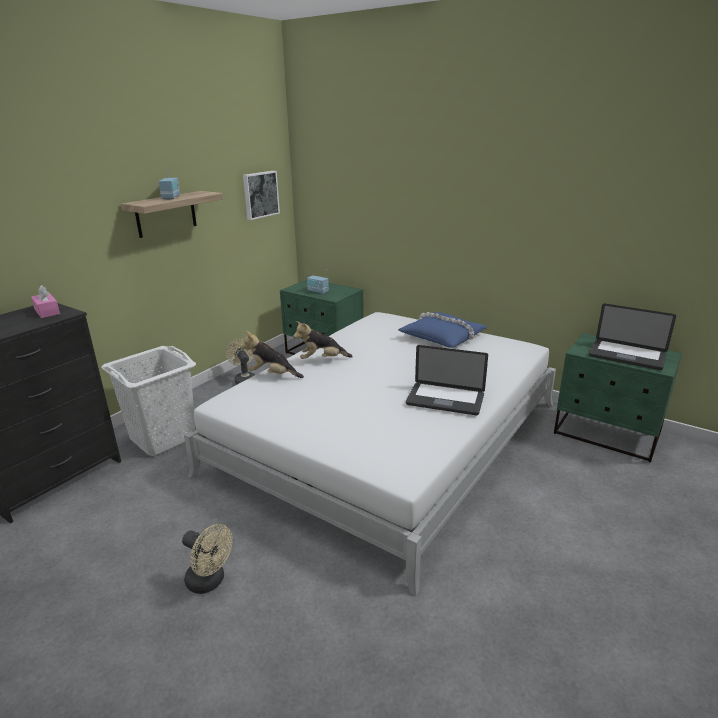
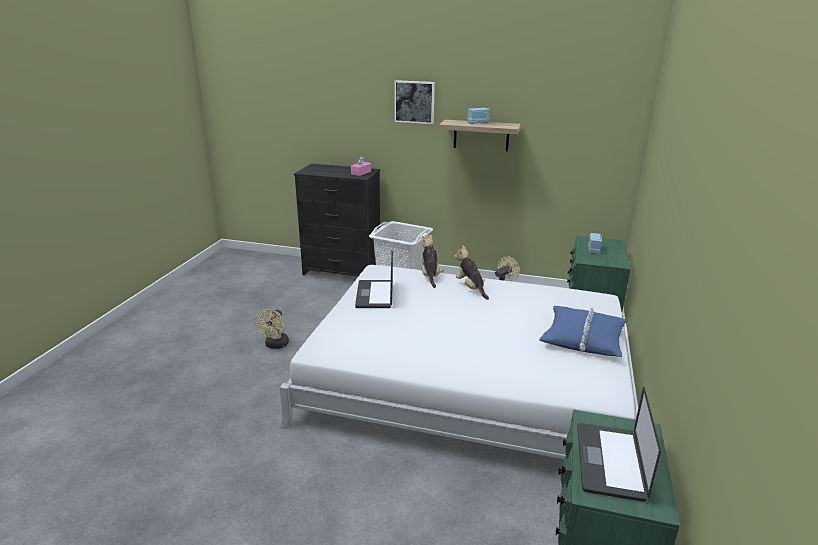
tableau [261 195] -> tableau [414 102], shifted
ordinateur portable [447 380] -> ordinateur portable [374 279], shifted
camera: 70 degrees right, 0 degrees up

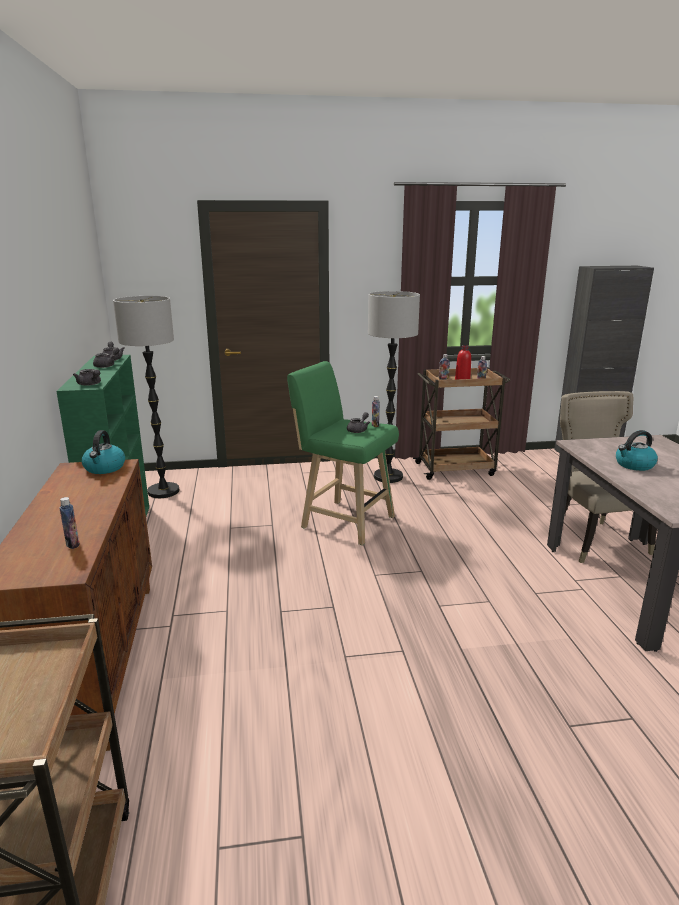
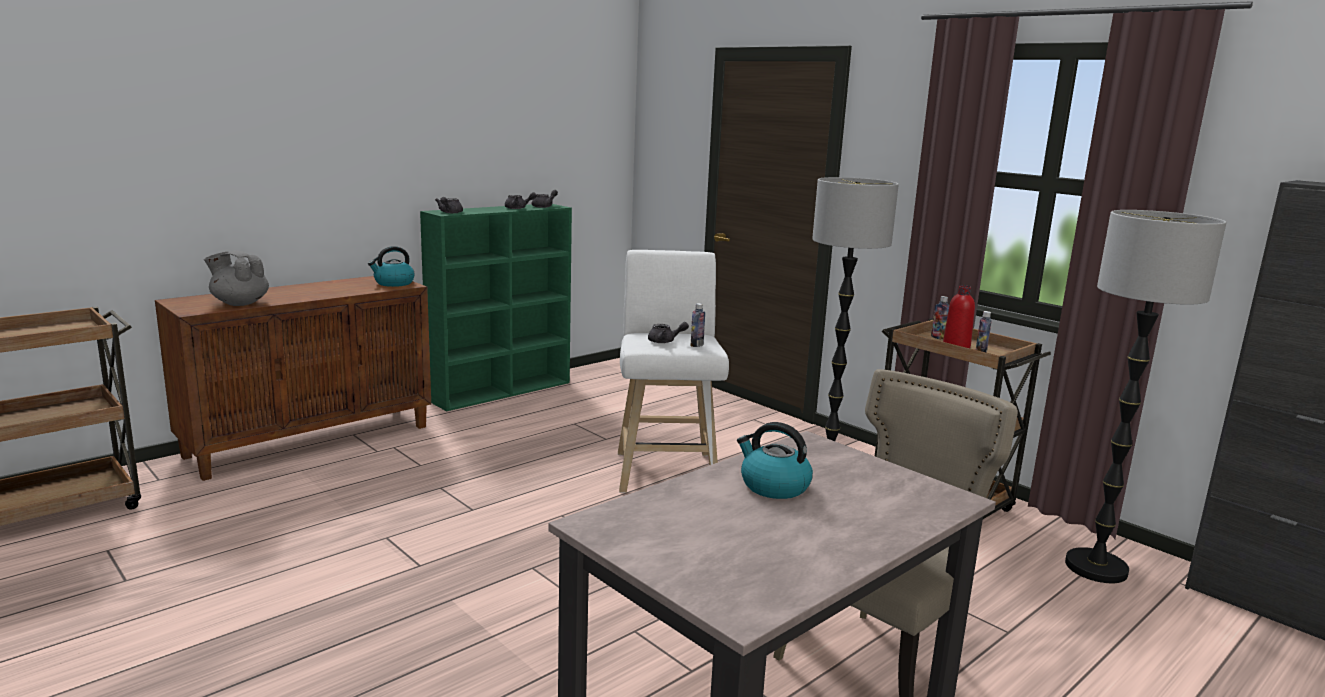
bouteille [69 523] -> théière [gris] [236 278]
lampadaire [146 397] -> lampadaire [1146 396], shifted
tabouret [vert] [343 453] -> tabouret [blanc] [673 371]
camera: 55 degrees right, 5 degrees down

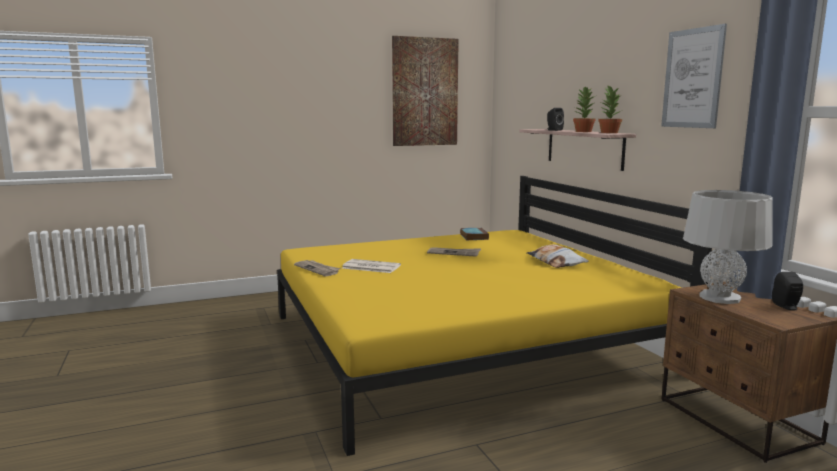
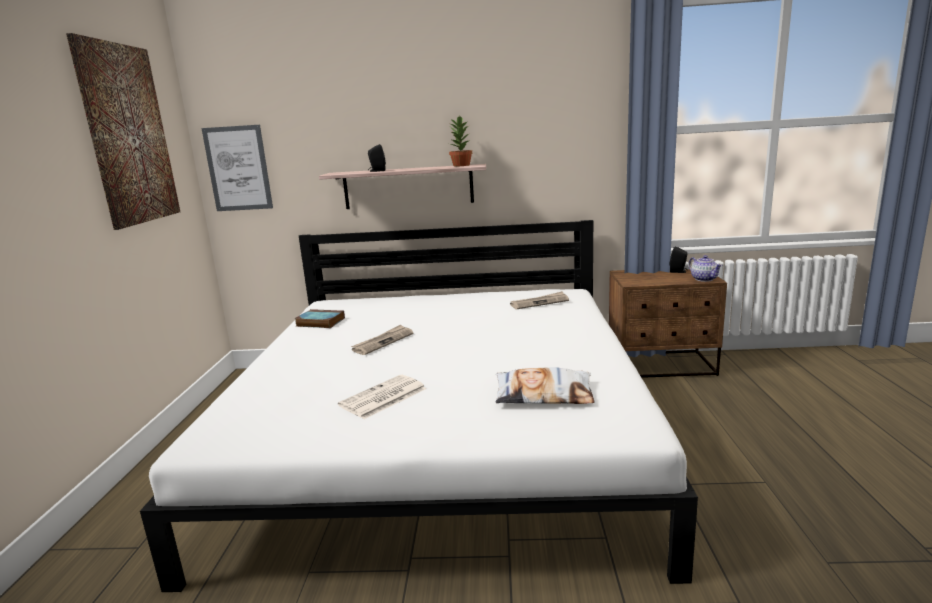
lit [jaune] [494 316] -> lit [blanc] [419 406]
journal [317 268] -> journal [539 300], shifted
coussin [558 256] -> coussin [545 385], shifted
plante en pot [584 109] -> none
tableau [694 76] -> tableau [237 168], shifted
lampe de table [gris] [728 247] -> none
none -> théière [705 268]
camera: 65 degrees left, 5 degrees up

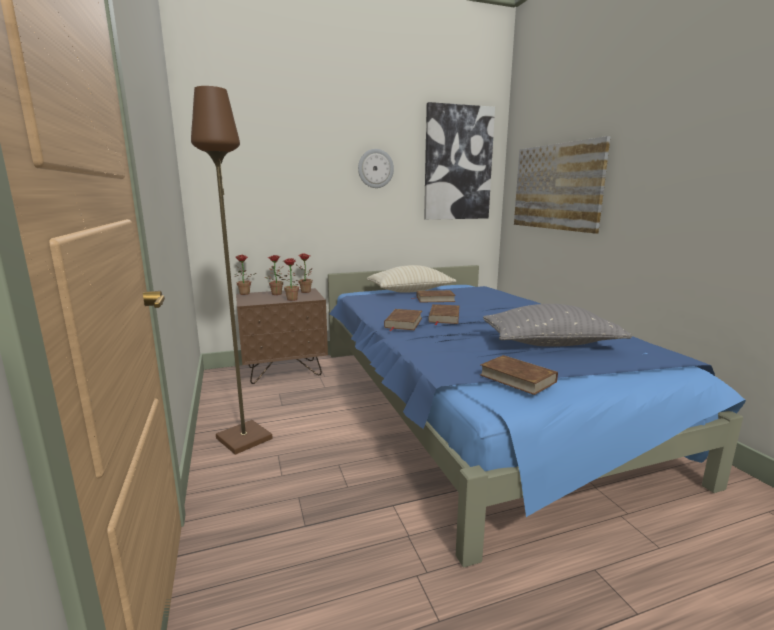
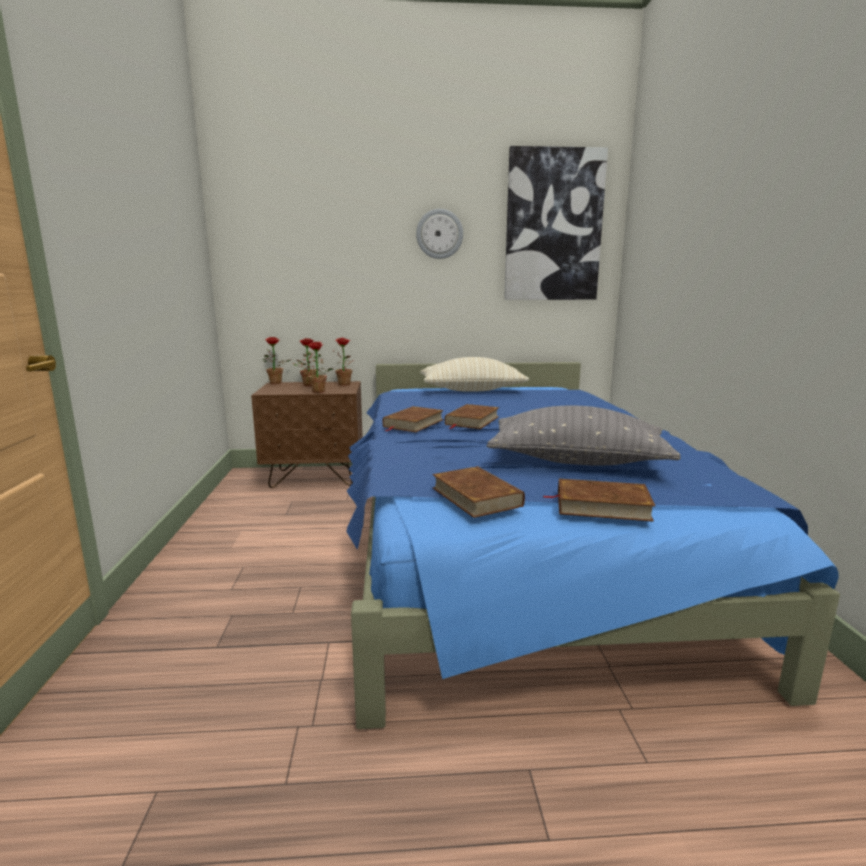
lampadaire [marron] [232 270] -> none
livre [marron] [433 296] -> livre [marron] [599 500], shifted
tableau [562 185] -> none
camera: 15 degrees right, 0 degrees up

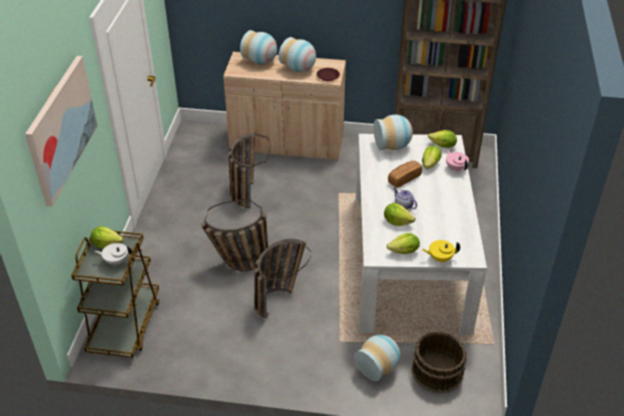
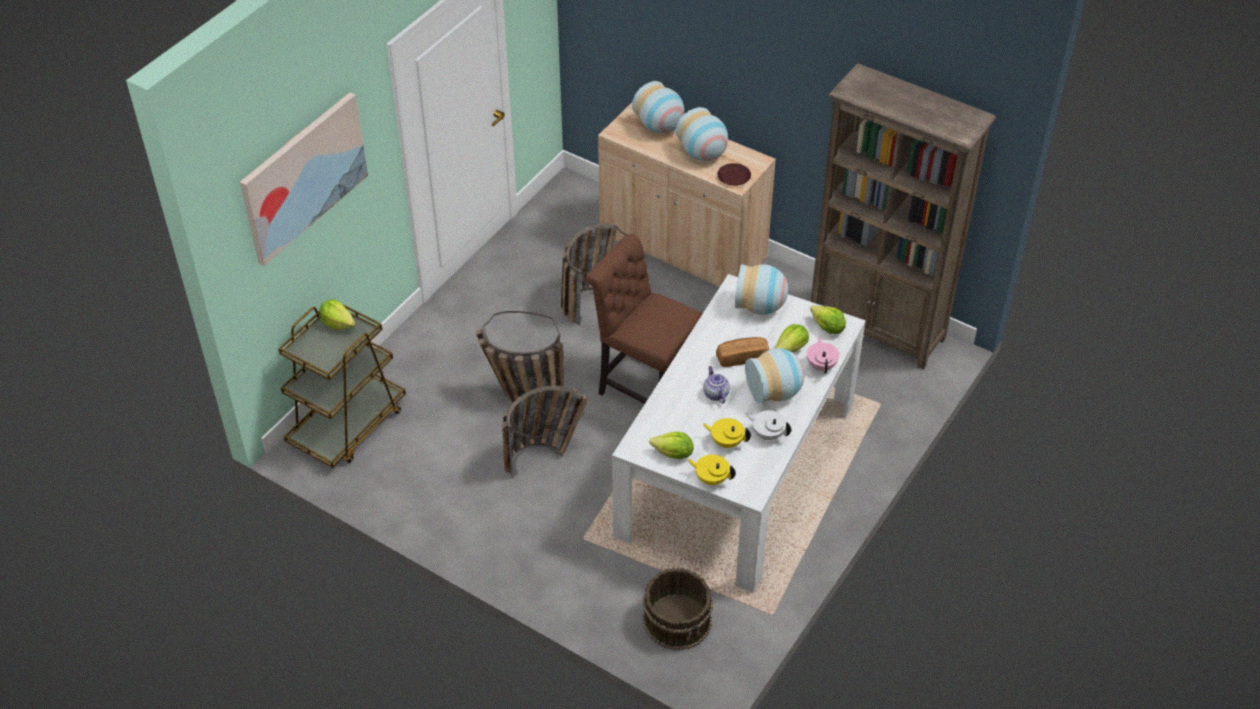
théière [blanc] [114 254] -> théière [blanc] [768 425], shifted
vase [377 358] -> vase [775 376], shifted
laitue [399 214] -> none
none -> chaise [marron] [644 319]
none -> théière [jaune] [727 433]
camera: 25 degrees right, 5 degrees up

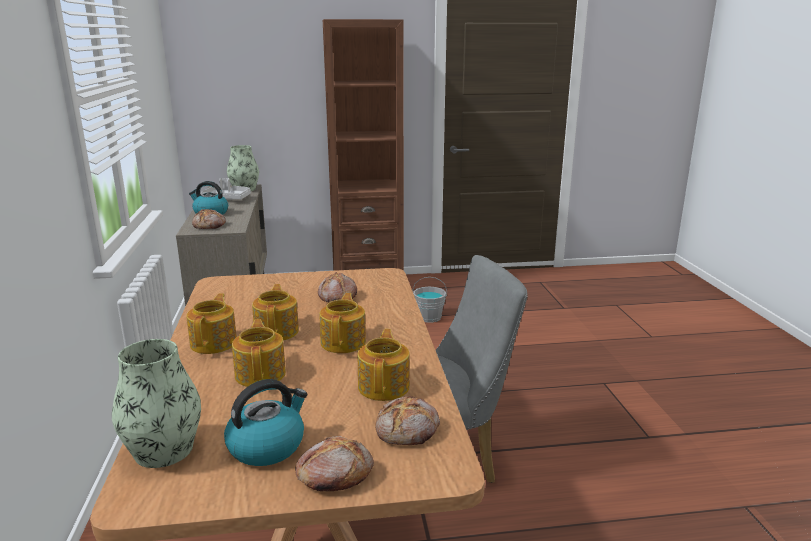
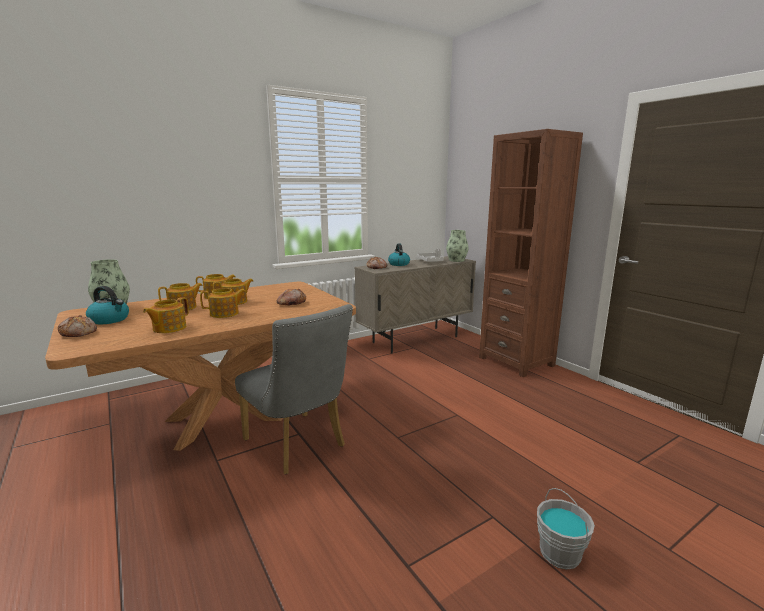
théière [384 365] -> théière [166 315], 135 degrees clockwise
pain [407 420] -> none
seau [gris] [429 300] -> seau [gris] [566 528], shifted
camera: 65 degrees right, 5 degrees down

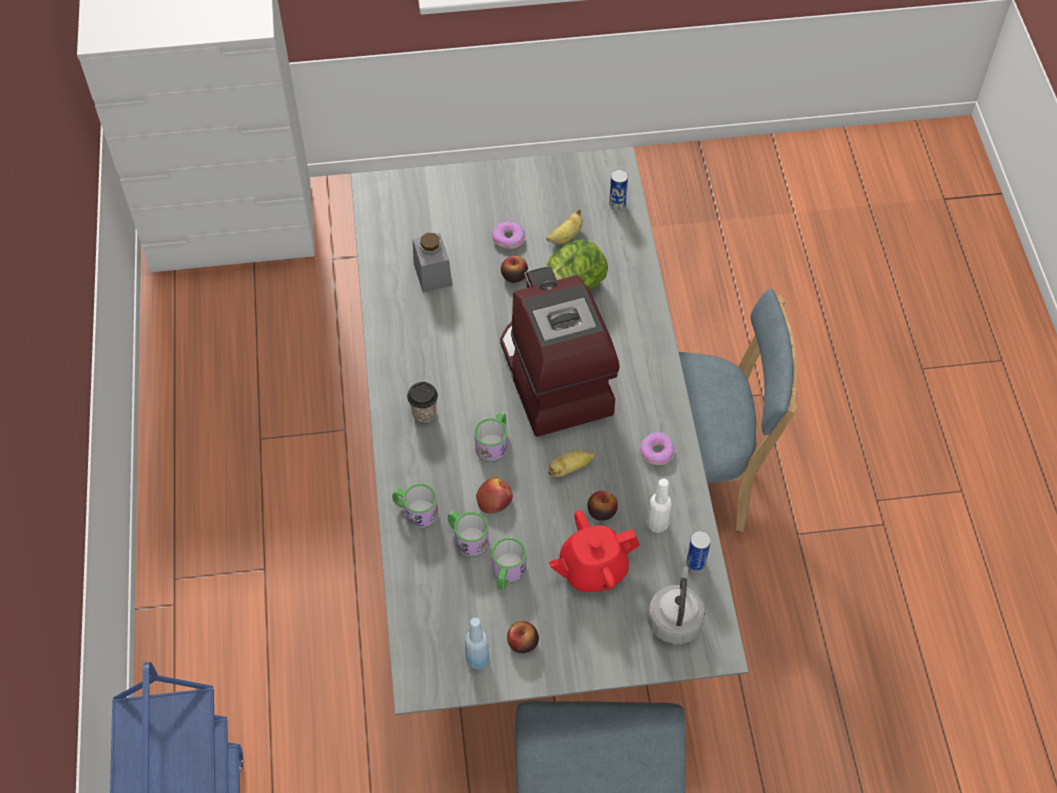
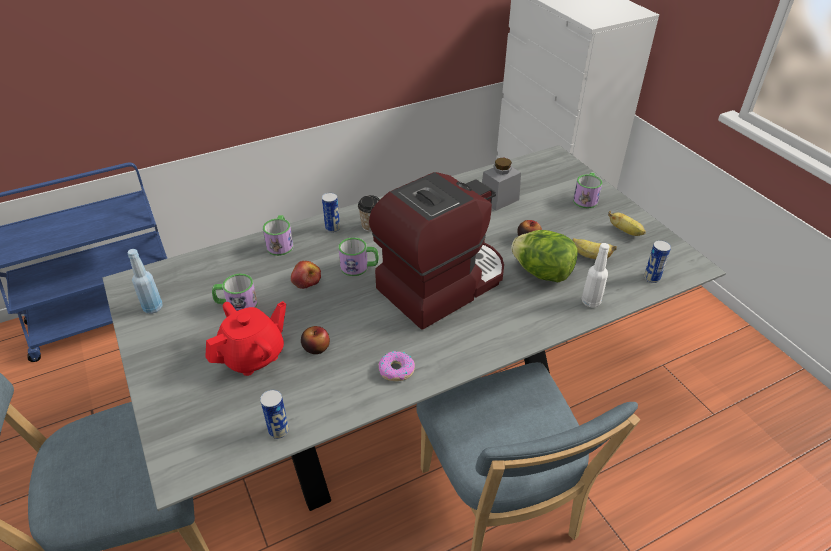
mug [468 534] -> mug [587 190], shifted
beignet [508 235] -> none
pomme [523 637] -> none
banane [572 463] -> banane [627 223], shifted
théière [rouge] [594 551] -> théière [rouge] [245 338], 90 degrees clockwise
bouteille [blanc] [659 506] -> bouteille [blanc] [595 275], shifted
bouilloire [gris] [676 605] -> none
none -> boîte métallique [331 213]
camera: 70 degrees right, 15 degrees down

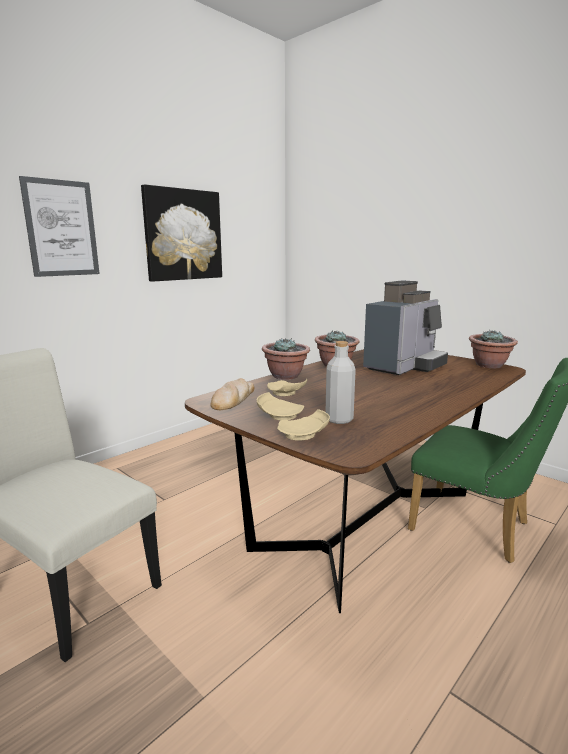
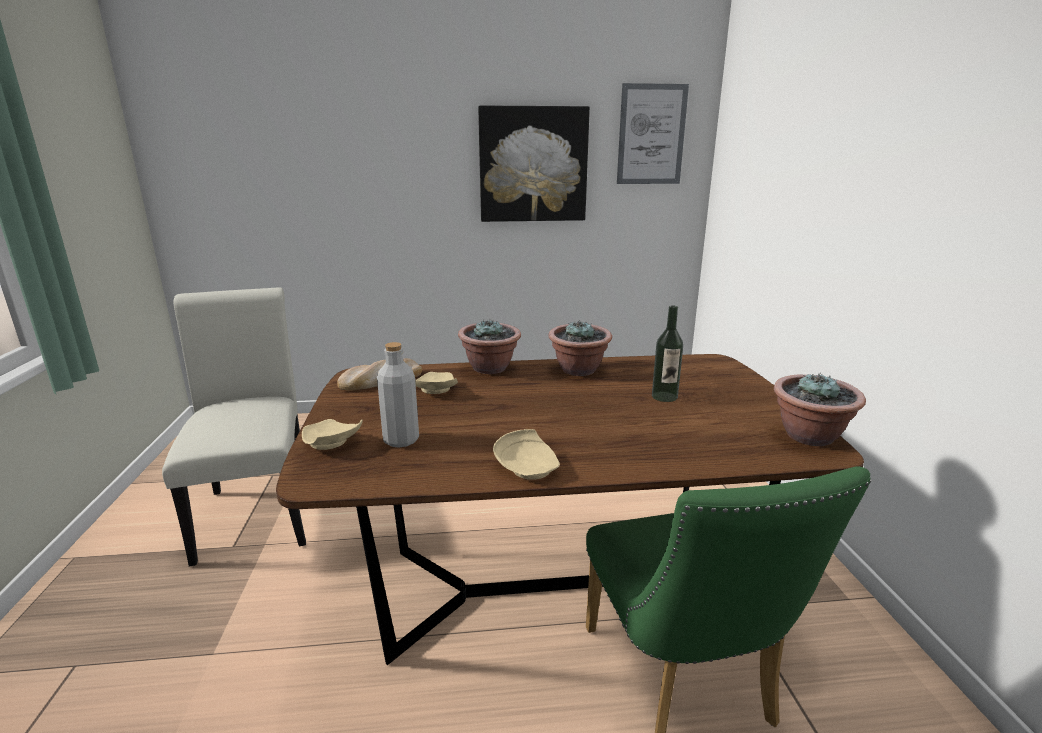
tableau [59 226] -> tableau [653 133], shifted
assiette [beige] [280 406] -> assiette [beige] [526 454], shifted
machine à café [405 328] -> bouteille [667 353]
camera: 40 degrees right, 5 degrees up

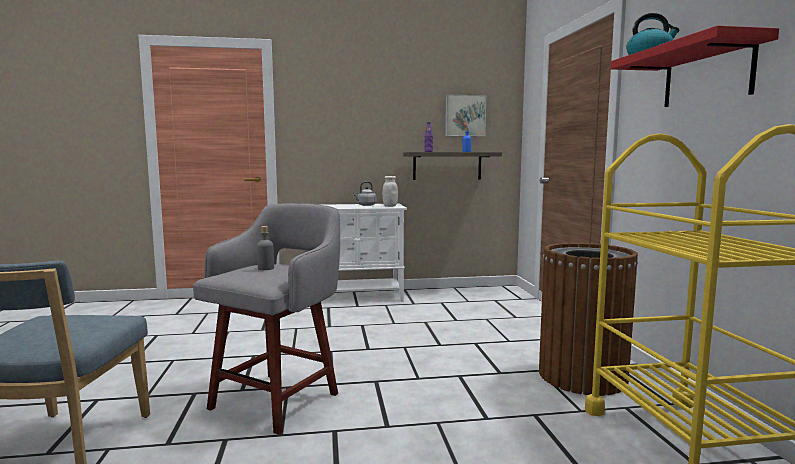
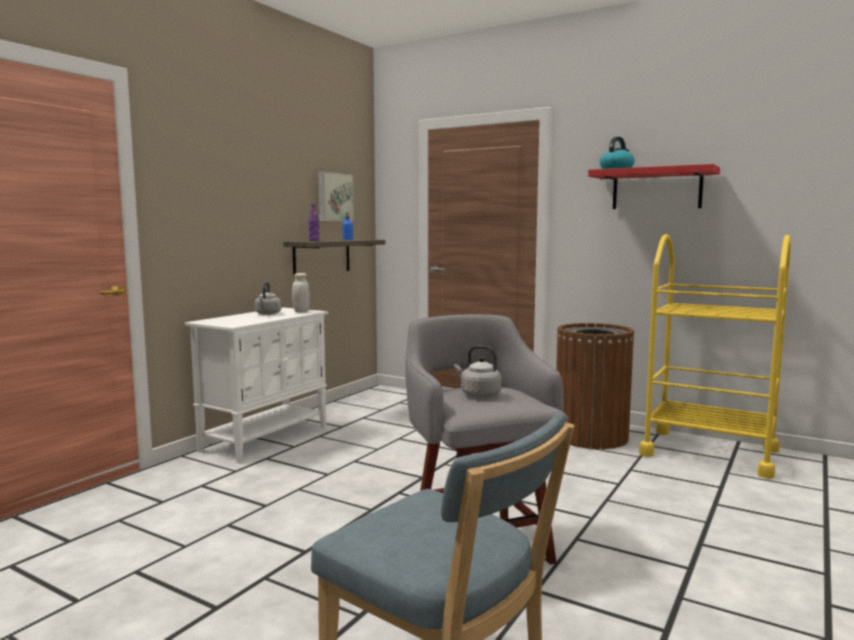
bouteille [gris] [265 248] -> bouilloire [gris] [477 371]
camera: 50 degrees left, 0 degrees up

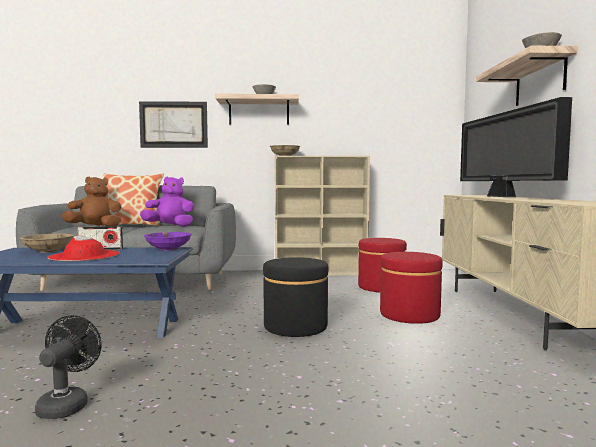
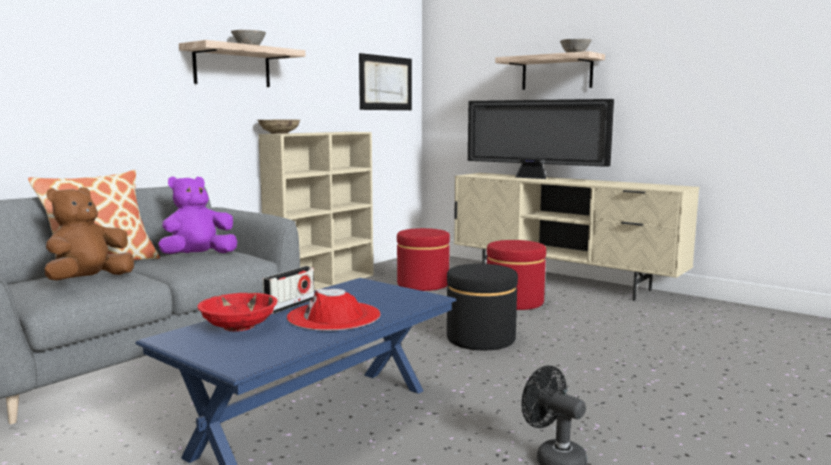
bol [beige] [47 243] -> bol [rouge] [237 312]
tableau [173 124] -> tableau [385 81], shifted
bol [violet] [168 241] -> none
camera: 50 degrees left, 5 degrees up

